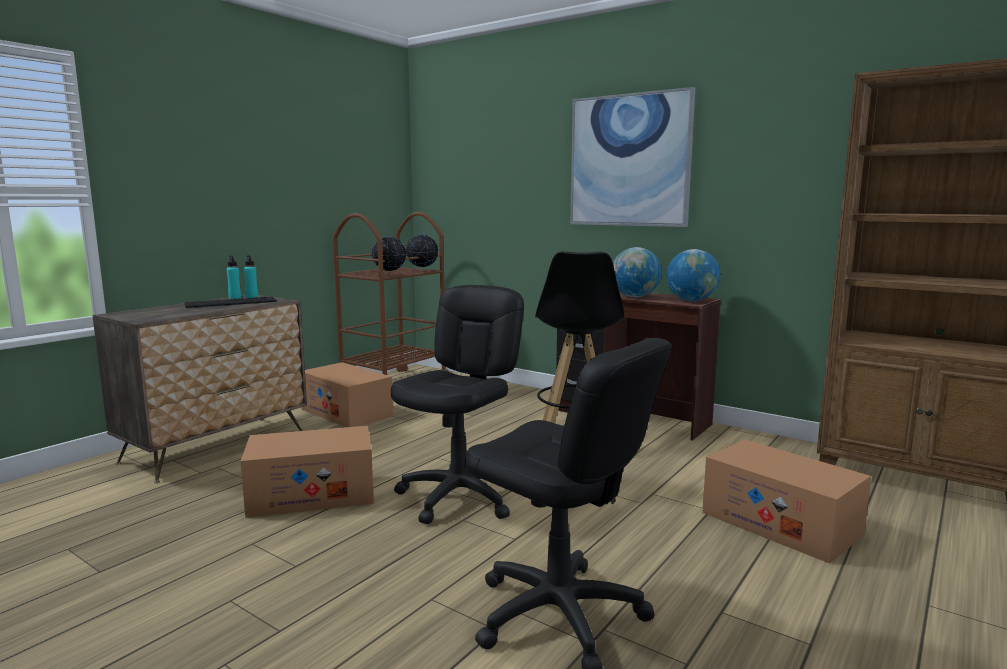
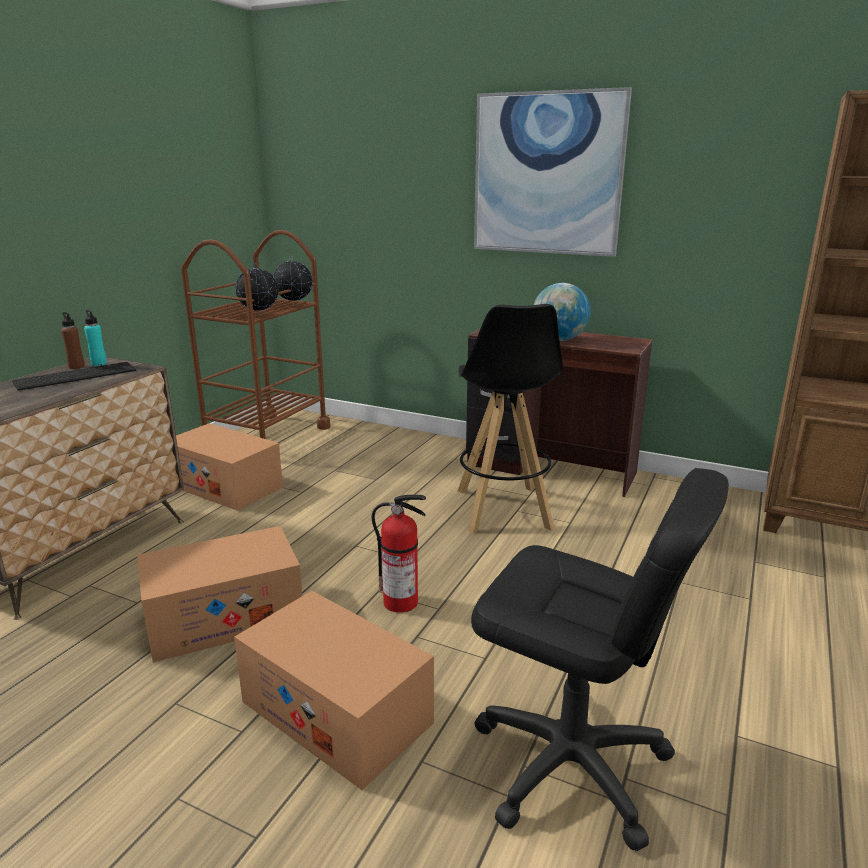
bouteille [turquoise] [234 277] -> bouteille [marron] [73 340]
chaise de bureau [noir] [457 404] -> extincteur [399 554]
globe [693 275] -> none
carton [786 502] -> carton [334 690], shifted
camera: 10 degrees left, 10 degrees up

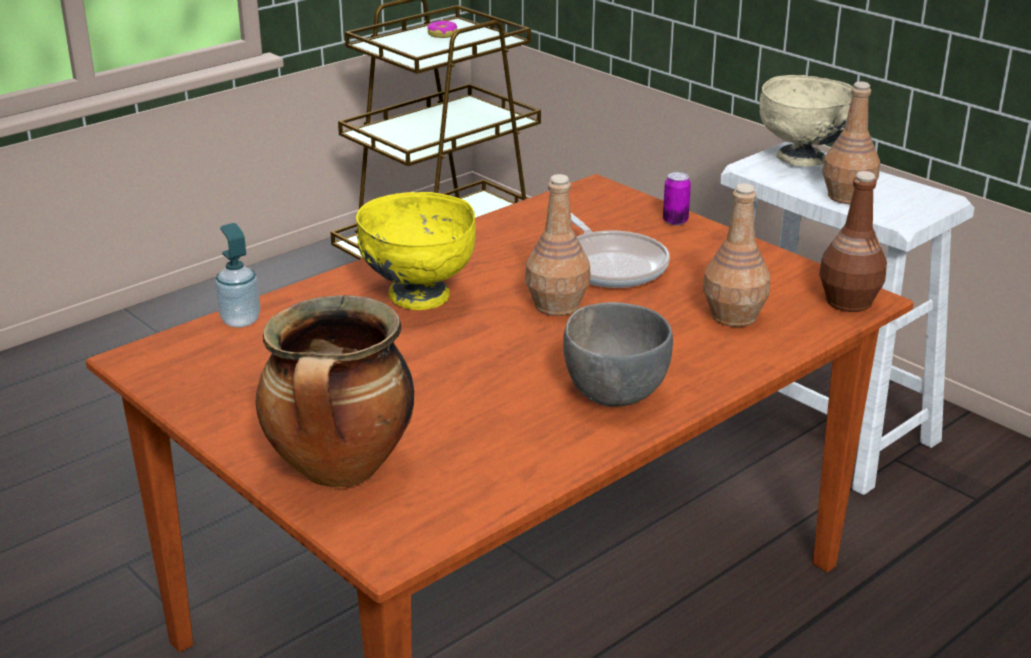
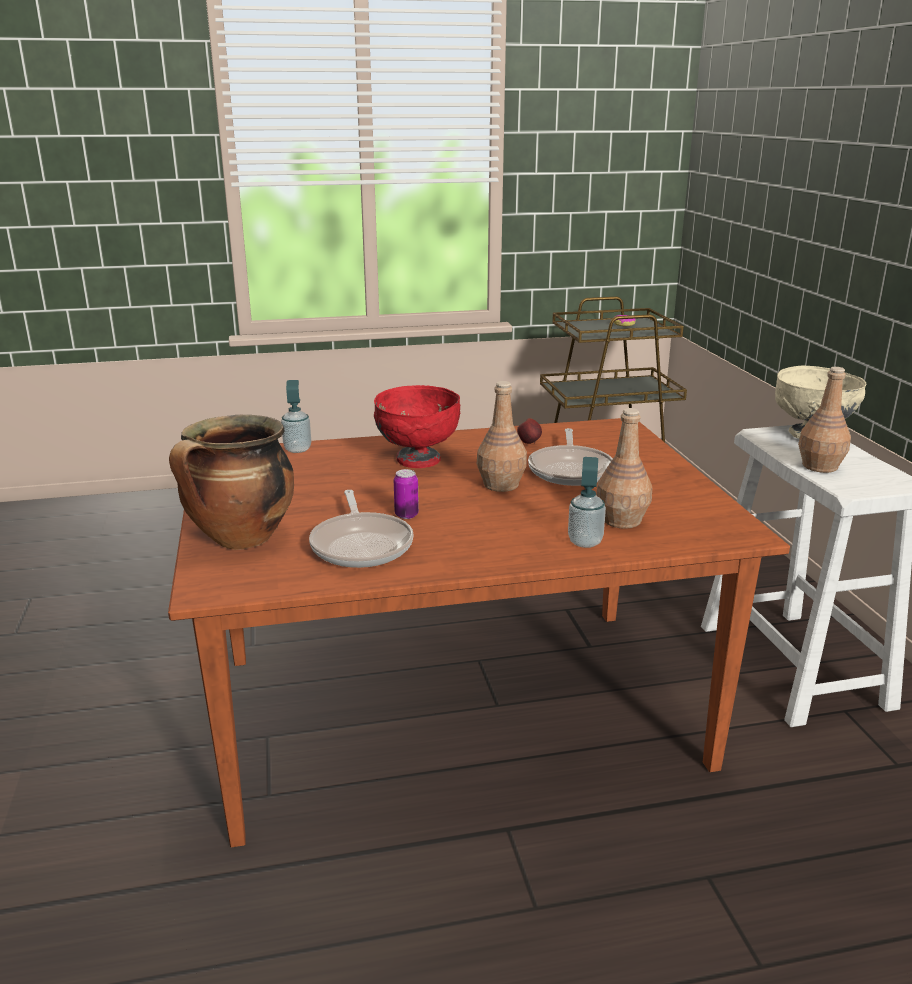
bol [jaune] [416 251] -> bol [rouge] [417 426]
bol [gris] [618 354] -> none
boîte métallique [677 198] -> boîte métallique [406 494], shifted
bouteille [marron] [853 241] -> none
none -> poêle [361 529]
none -> pomme [529 431]
none -> distributeur de savon [587 502]
camera: 30 degrees right, 5 degrees down

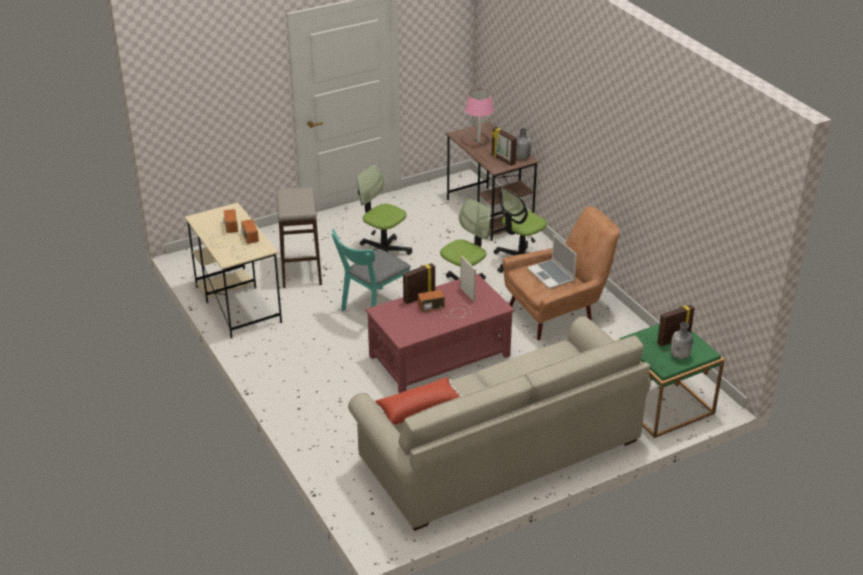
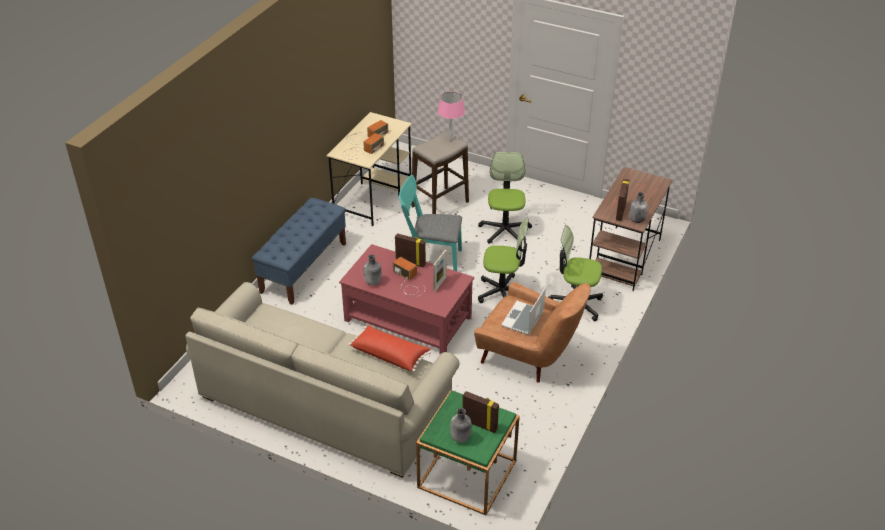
coussin [rouge] [418 401] -> coussin [rouge] [390 348], shifted
lampe de table [rose] [479 115] -> lampe de table [rose] [451 116], shifted
none -> banc [bleu] [299 251]
none -> bouteille [gris] [373 270]
camera: 55 degrees right, 5 degrees up

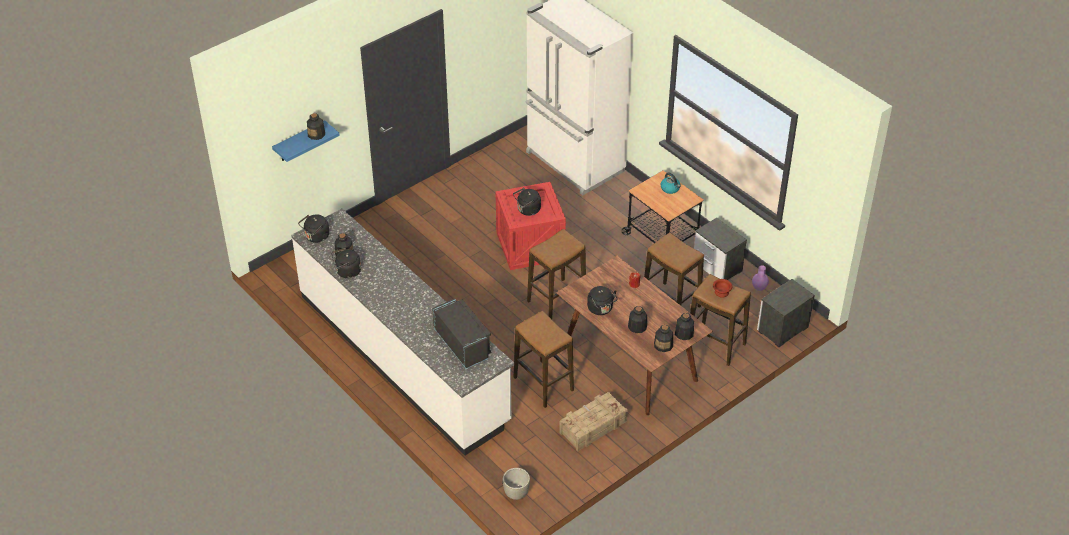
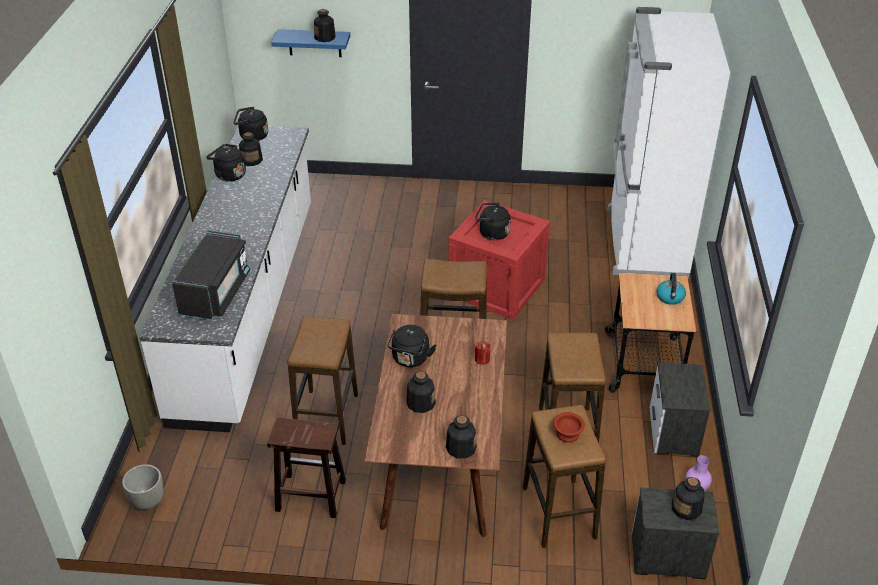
caisse [593 421] -> tabouret [marron] [306 467]
bouteille [663 338] -> bouteille [688 498], shifted
camera: 45 degrees right, 5 degrees down

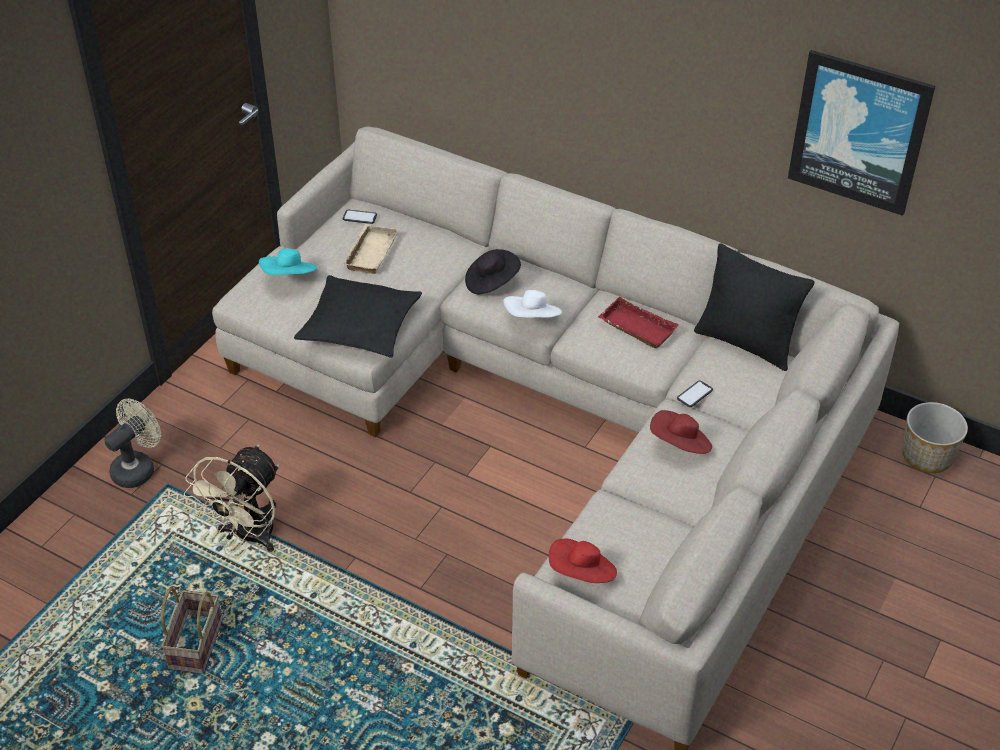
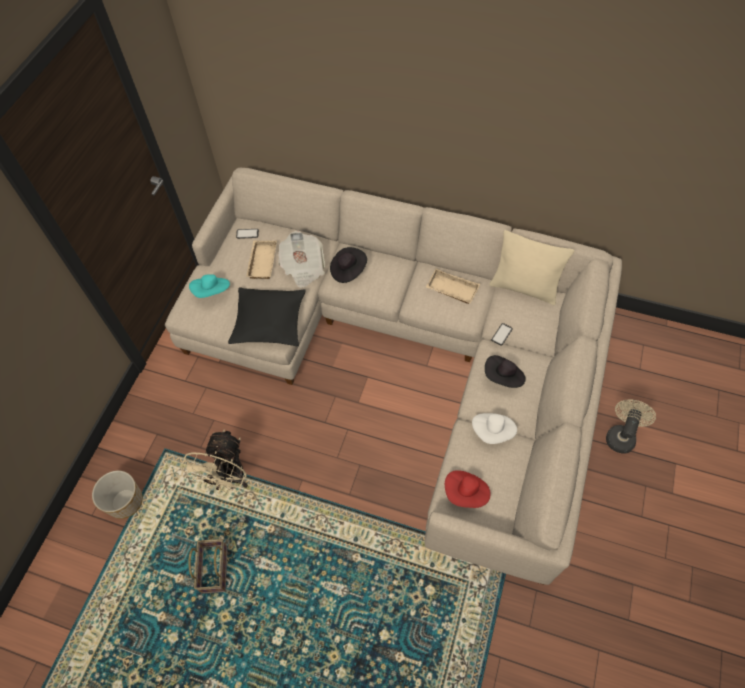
ventilateur [beige] [133 443] -> ventilateur [beige] [631 426], shifted
chapeau [blanc] [532 304] -> chapeau [blanc] [494 428], shifted
plateau [rouge] [638 322] -> plateau [beige] [453 286]
chapeau [rouge] [681 432] -> chapeau [noir] [505 371]
coussin [noir] [754 307] -> coussin [beige] [531 267]
tableau [861 133] -> none
cache-pot [935 437] -> cache-pot [117 495], shifted
none -> journal [301 259]
camera: 10 degrees left, 15 degrees up

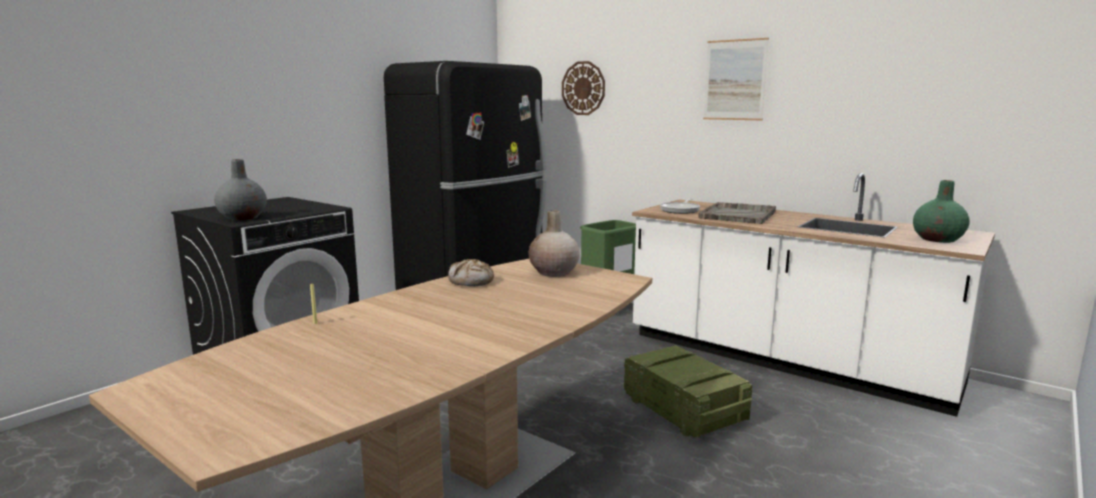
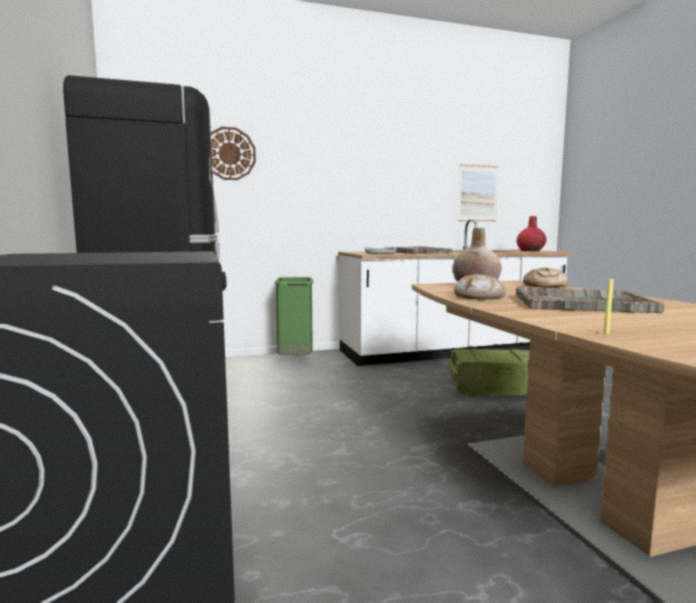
vase [gris] [240 189] -> none
tableau [736 79] -> tableau [478 192], shifted
vase [vert] [941 211] -> vase [rouge] [532 233]
none -> plateau [gris] [590 300]
none -> pain [546 277]
camera: 55 degrees left, 5 degrees down

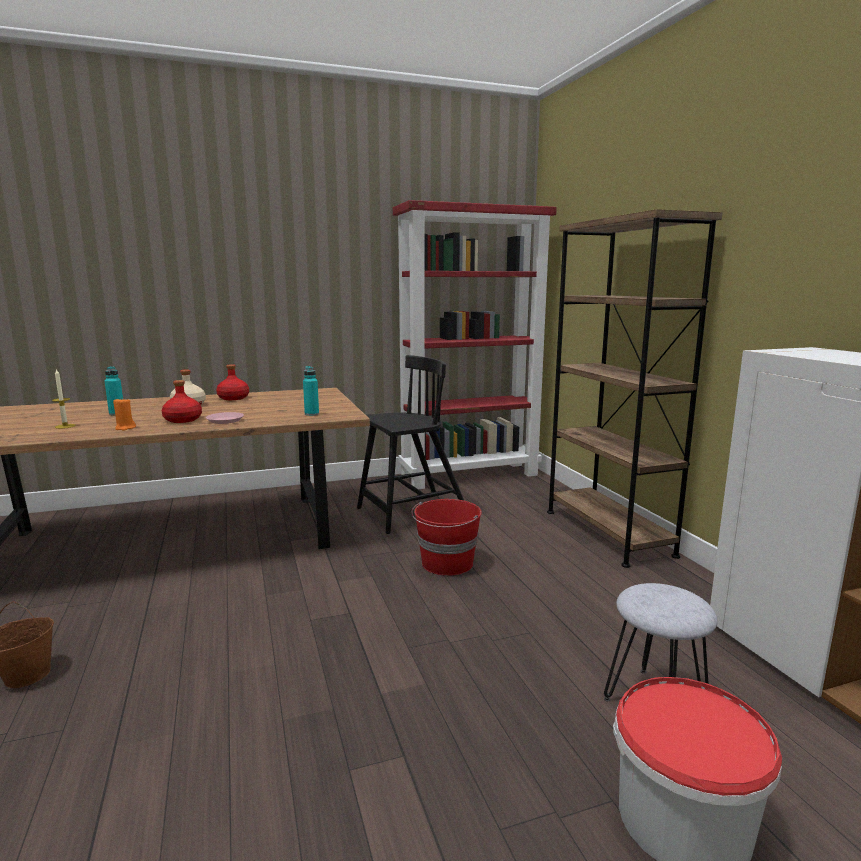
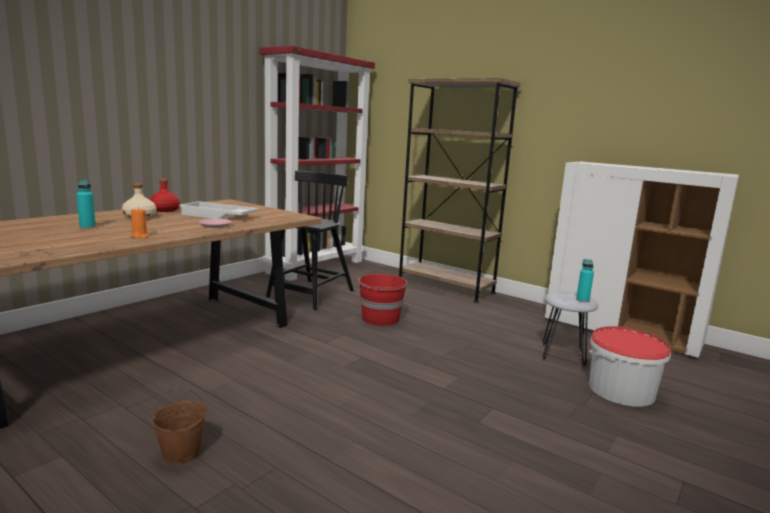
bougie [64 399] -> none
bouteille [rouge] [181 401] -> none
bouteille [turquoise] [311 391] -> bouteille [turquoise] [585 280], shifted
none -> plateau [blanc] [219 210]
camera: 35 degrees left, 0 degrees up

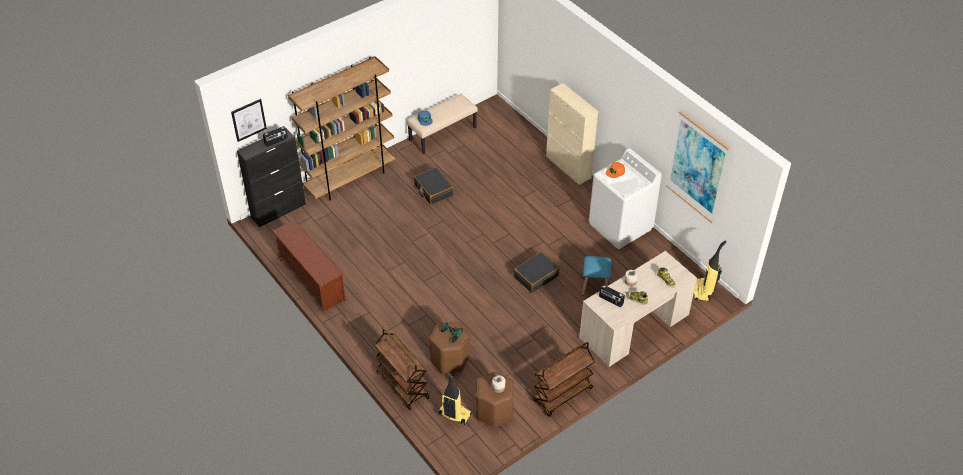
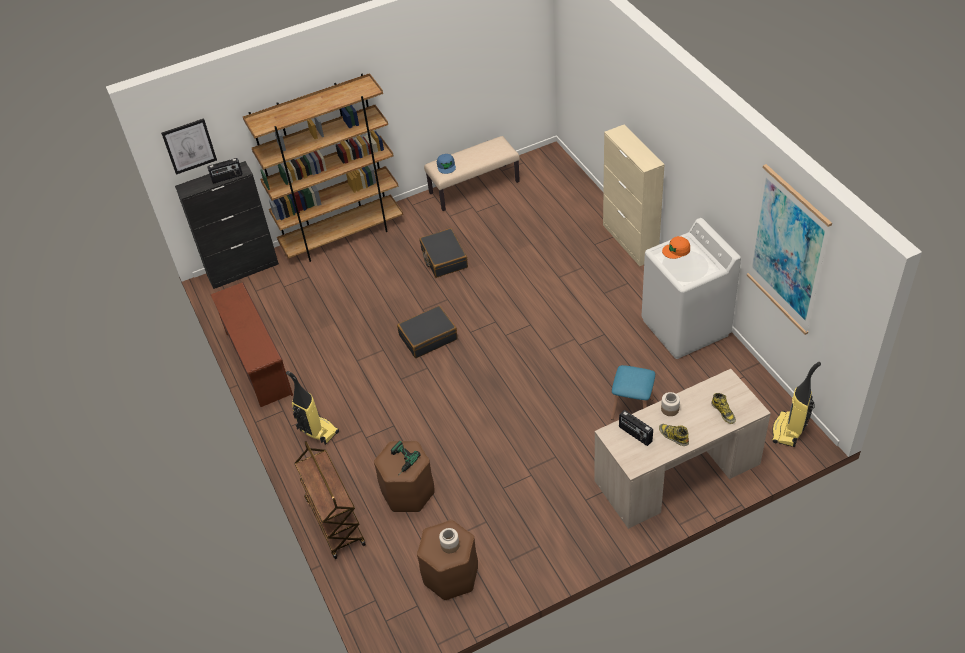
aspirateur [455 399] -> aspirateur [312 408], shifted
valise [noir] [537 272] -> valise [noir] [427 332], shifted
chariot [marron] [564 379] -> none
camera: 15 degrees right, 0 degrees up

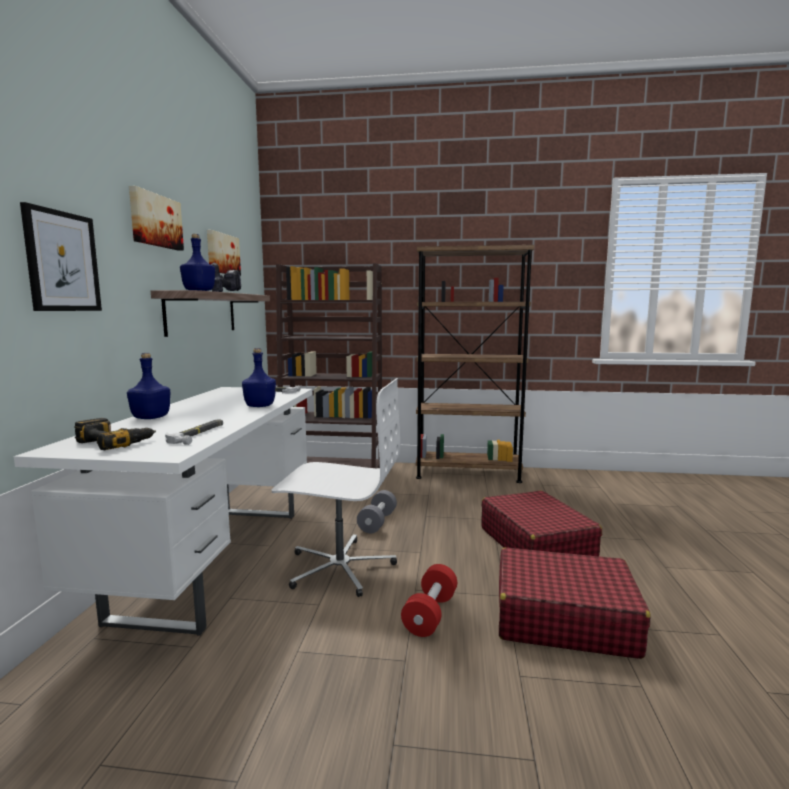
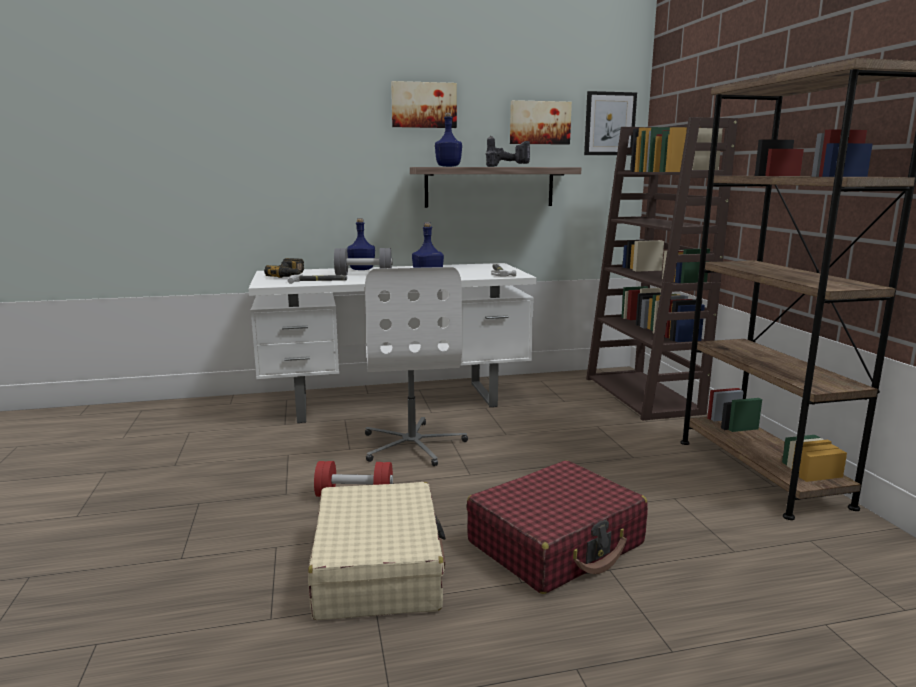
tableau [61 256] -> tableau [610 123], shifted
haltère [gris] [377 511] -> haltère [gris] [363 261], shifted
valise [rouge] [575 603] -> valise [beige] [377 551]
camera: 70 degrees right, 5 degrees up

